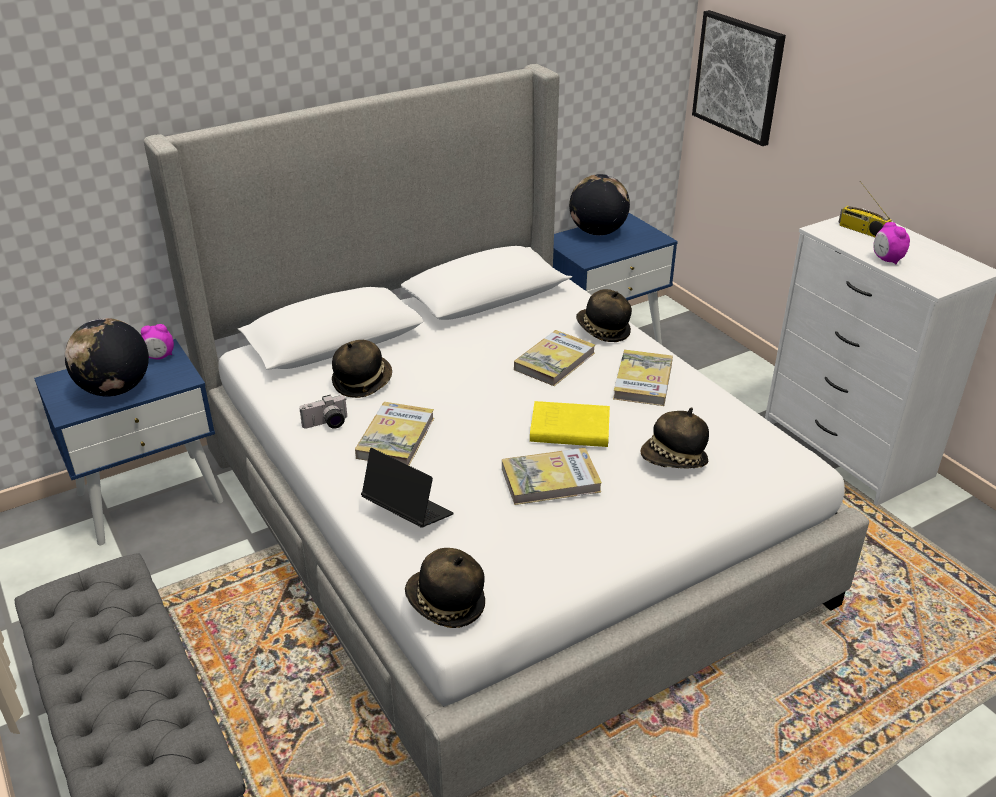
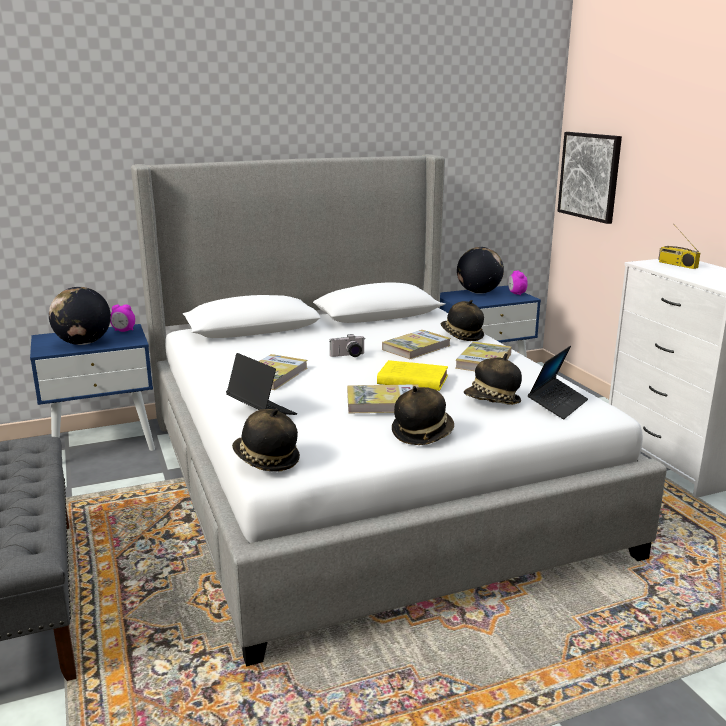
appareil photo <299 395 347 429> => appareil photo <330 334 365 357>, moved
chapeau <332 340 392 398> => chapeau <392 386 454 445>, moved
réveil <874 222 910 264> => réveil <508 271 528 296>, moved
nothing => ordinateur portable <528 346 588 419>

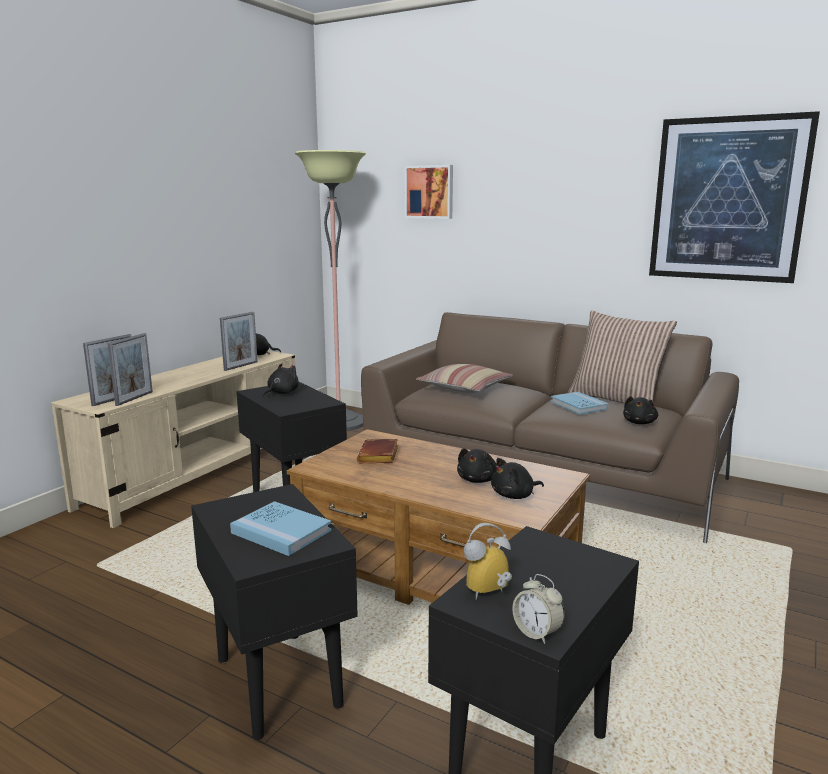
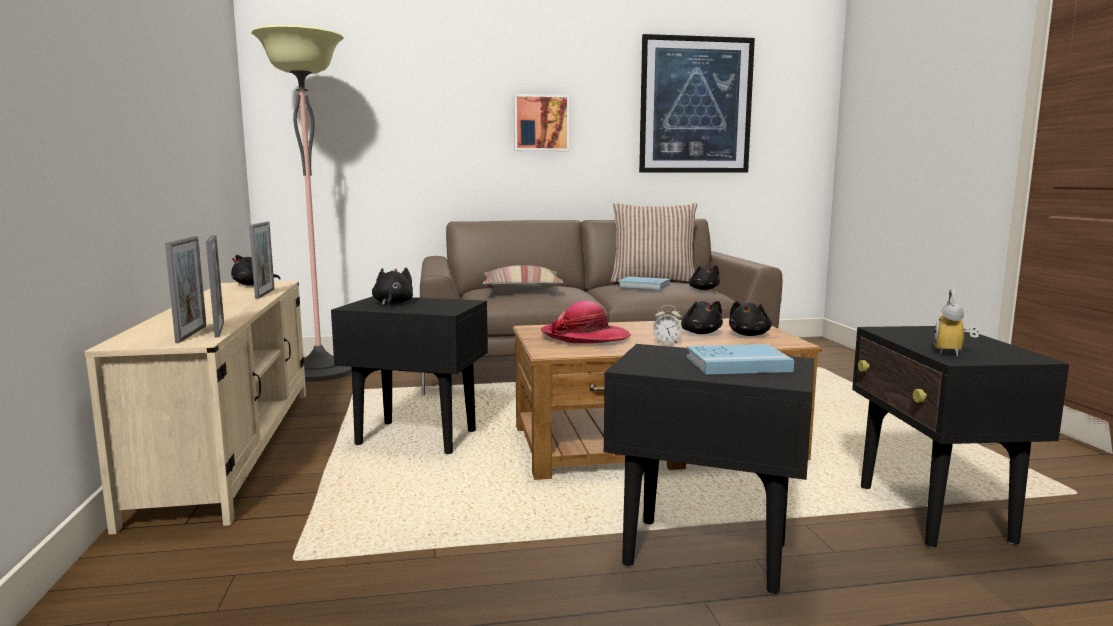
livre [marron] <357 439 398 463> => chapeau <541 301 631 344>
tableau <405 165 453 219> => tableau <514 94 569 151>, moved
réveil <512 574 564 644> => réveil <653 305 682 344>, moved

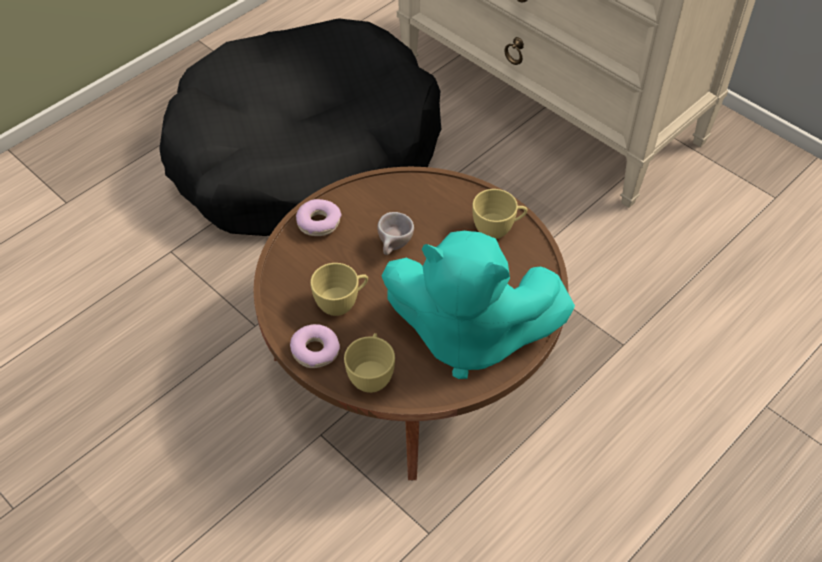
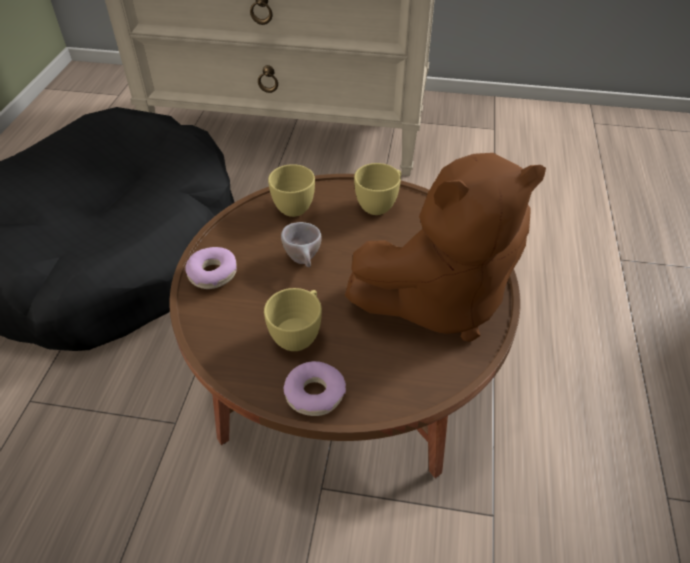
tasse [jaune] <344 333 395 393> => tasse [jaune] <268 164 315 217>, moved
peluche [turquoise] <382 231 575 379> => peluche [marron] <345 153 546 342>

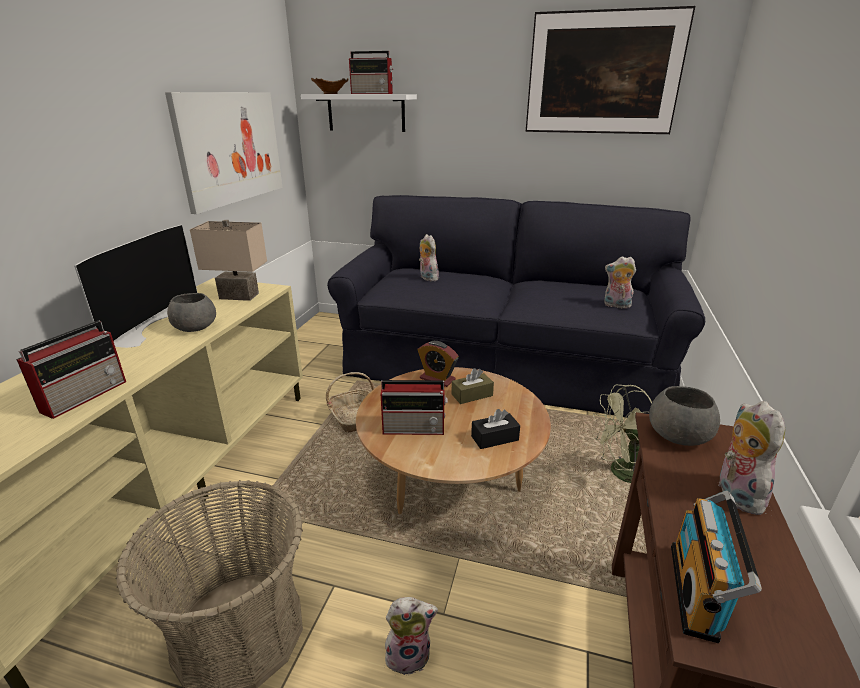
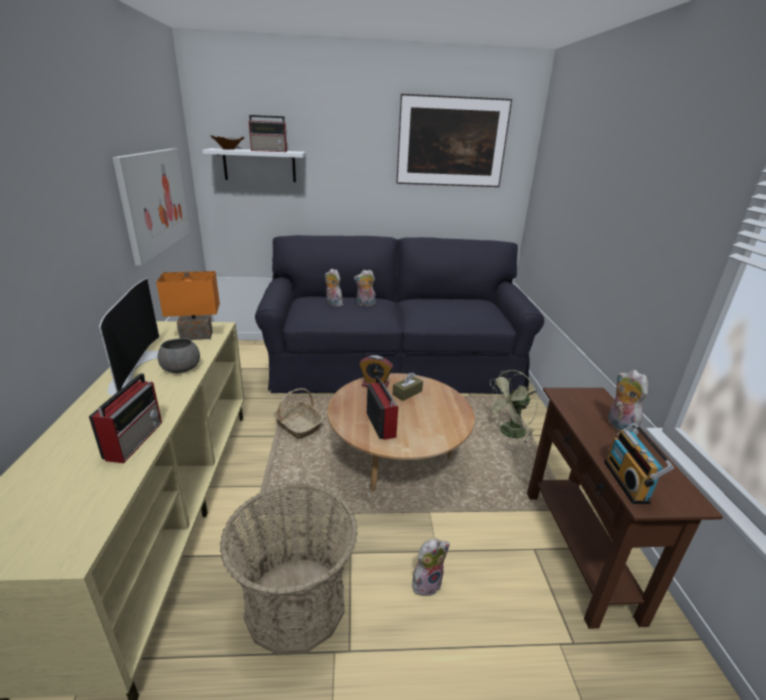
lampe de table [beige] <190 220 267 301> => lampe de table [orange] <156 271 220 340>
radio <381 380 448 435> => radio <367 377 398 440>, 90 degrees counterclockwise
boîte à mouchoirs [noir] <471 409 520 449> => nothing
peluche <604 256 636 309> => peluche <354 270 375 306>, moved
bol [gris] <649 386 720 446> => nothing

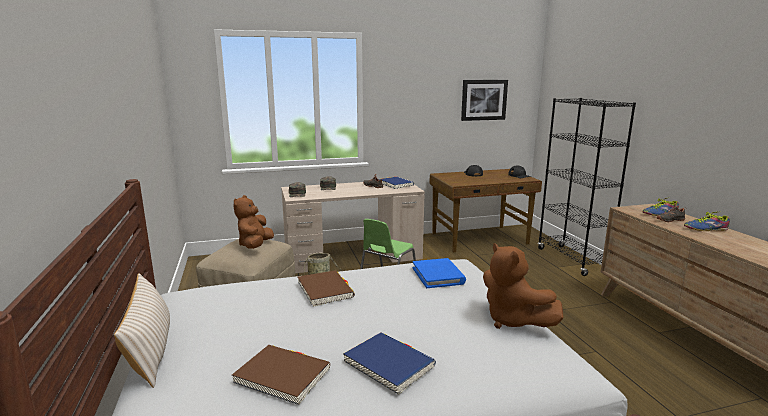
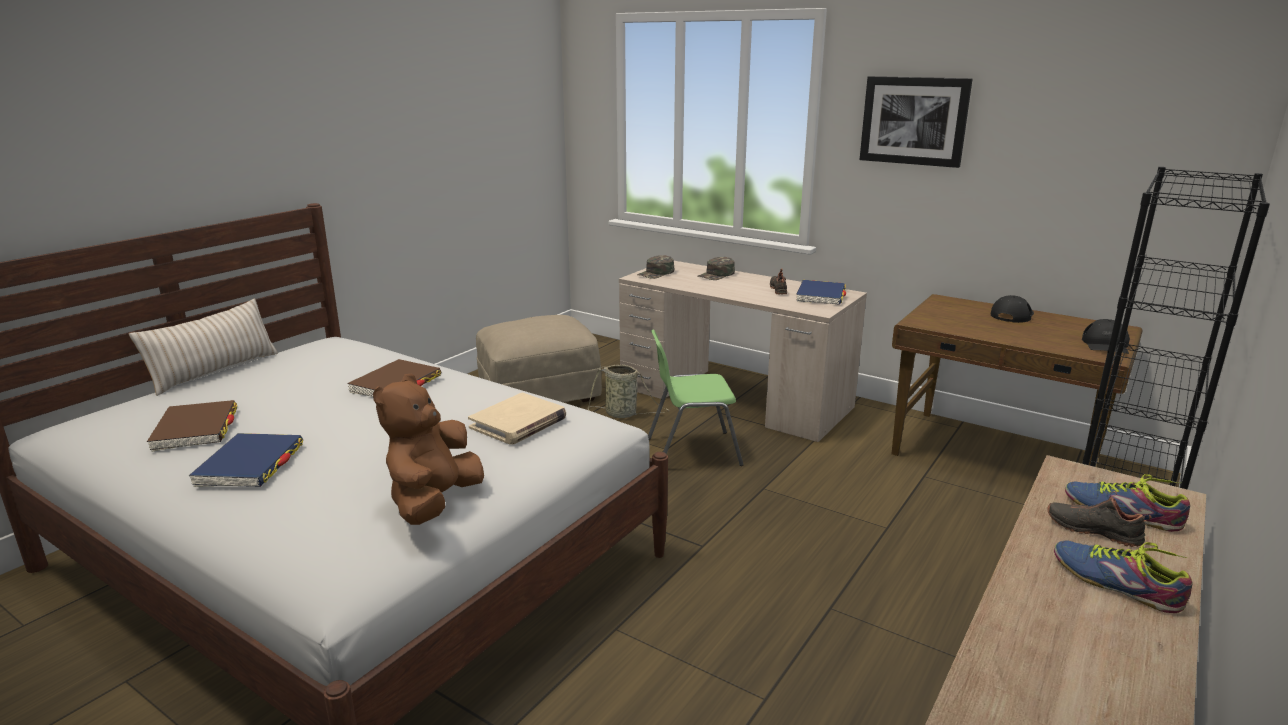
peluche [marron] <233 195 274 249> => nothing
livre [bleu] <413 258 466 288> => livre [beige] <468 392 566 445>
tableau <461 80 508 121> => tableau <860 76 973 168>, moved

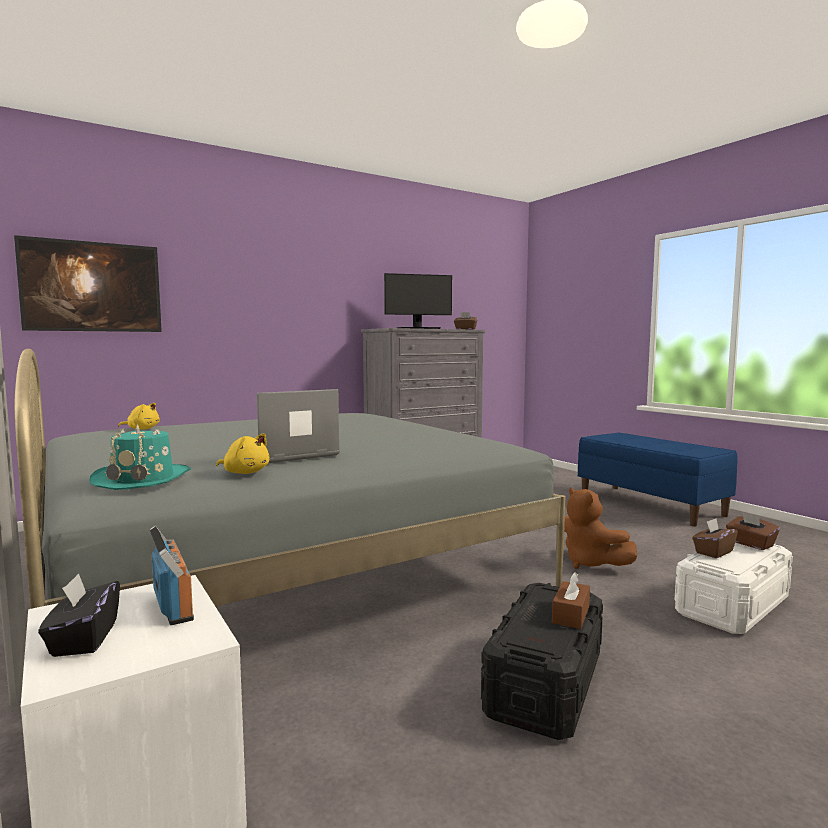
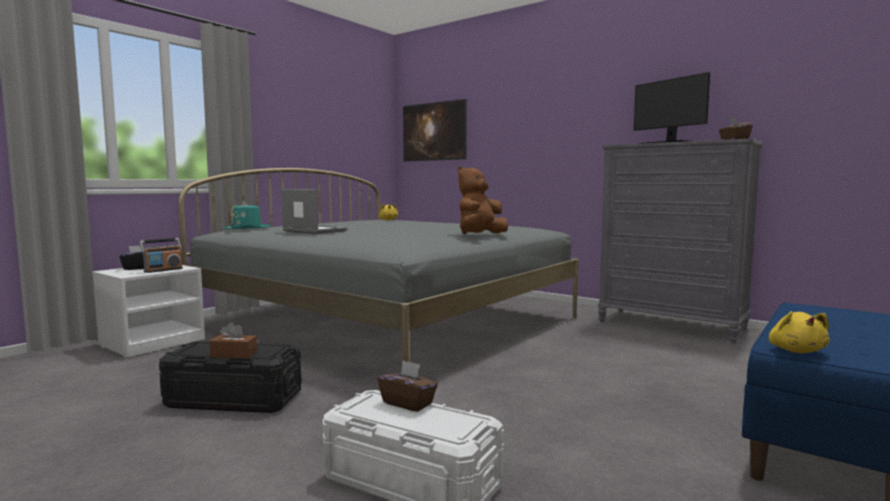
peluche [jaune] <216 433 270 474> => peluche [jaune] <769 311 830 353>, moved
peluche [marron] <564 487 637 569> => peluche [marron] <458 167 508 234>, moved
boîte à mouchoirs [marron] <726 512 780 550> => nothing

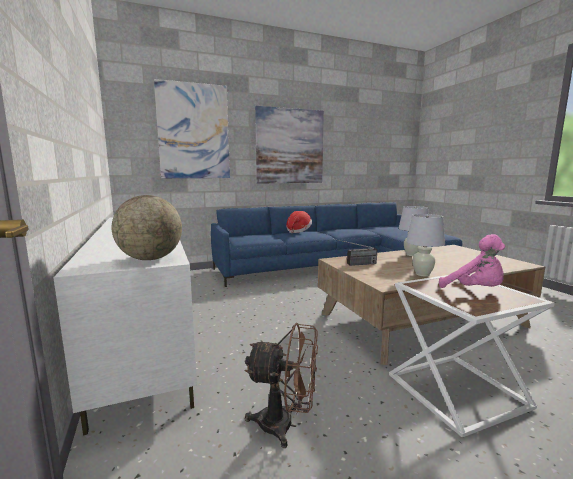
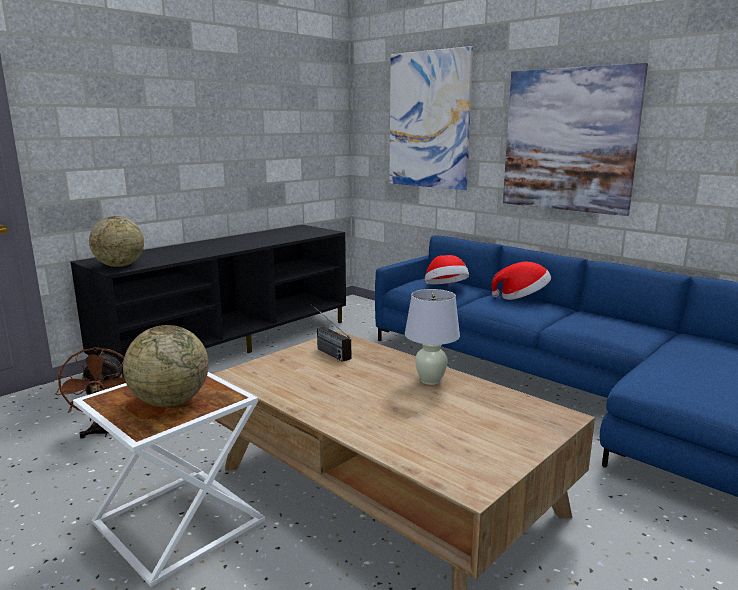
meuble télé [blanc] <53 217 197 435> => meuble télé [noir] <70 225 346 378>
lampe de table [blanc] <406 214 445 276> => nothing
peluche [rose] <439 234 505 288> => globe <123 325 209 407>
nothing => chapeau <425 255 469 284>

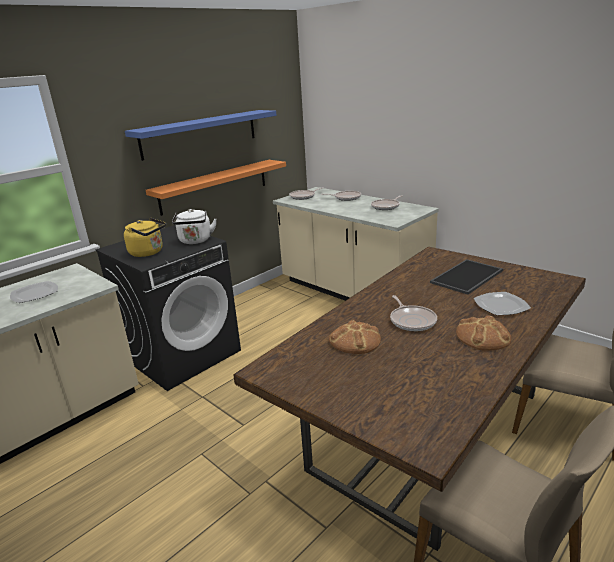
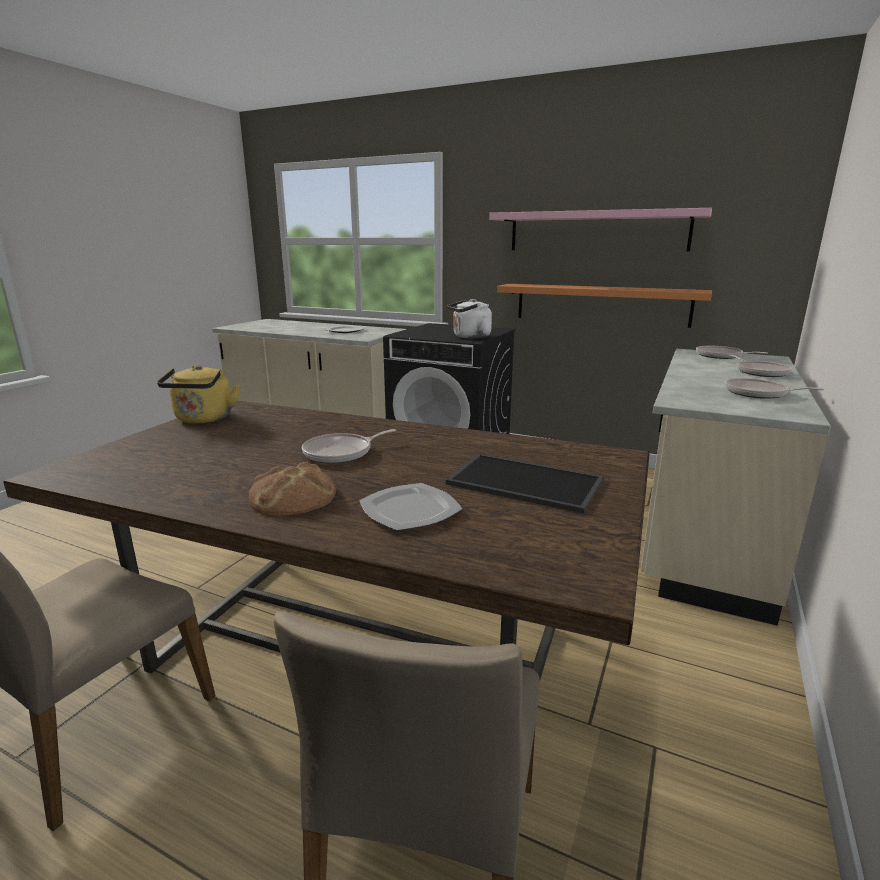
bouilloire [jaune] <124 218 166 257> => bouilloire [jaune] <157 365 240 423>, moved
étagère [bleu] <125 110 276 161> => étagère [rose] <489 208 712 251>
pain <329 320 381 354> => nothing

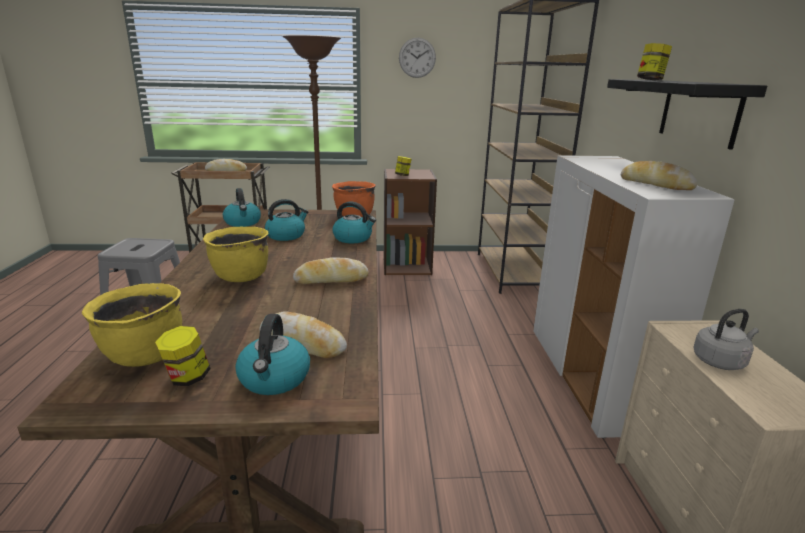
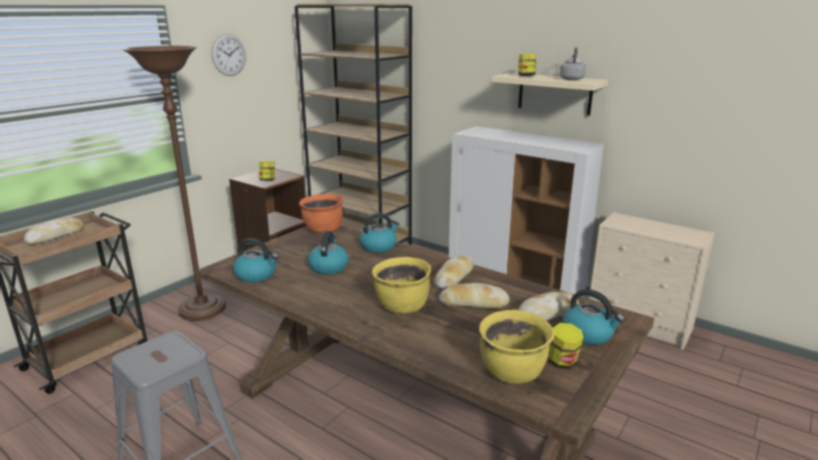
étagère [noir] <607 79 767 150> => étagère [beige] <492 73 608 116>
pain <620 161 697 190> => pain <439 283 510 309>, moved
bouilloire [gris] <693 309 759 370> => bouilloire [gris] <559 47 586 80>, moved

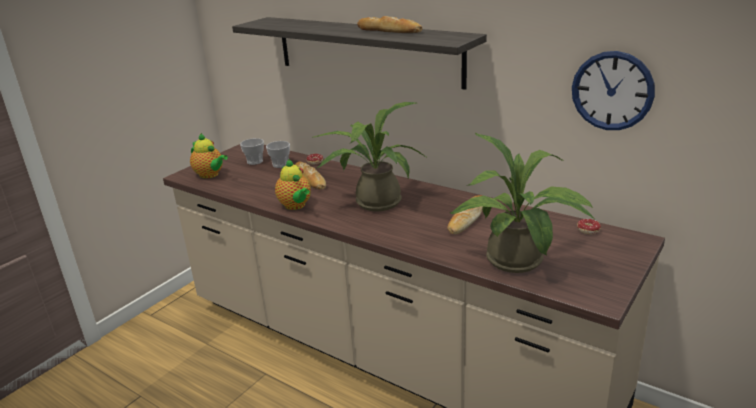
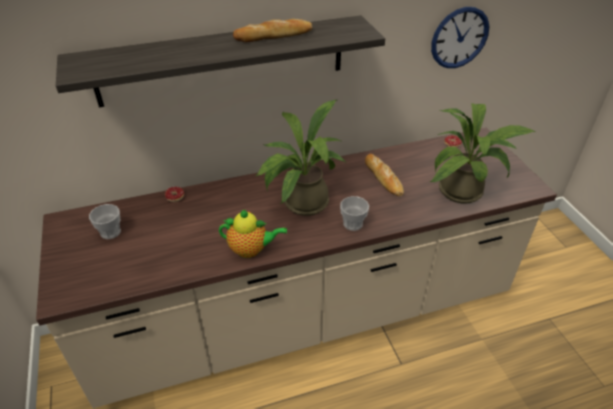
théière <190 133 228 178> => nothing
tasse <266 141 290 168> => tasse <340 196 369 231>, moved
pain <295 161 326 189> => nothing

